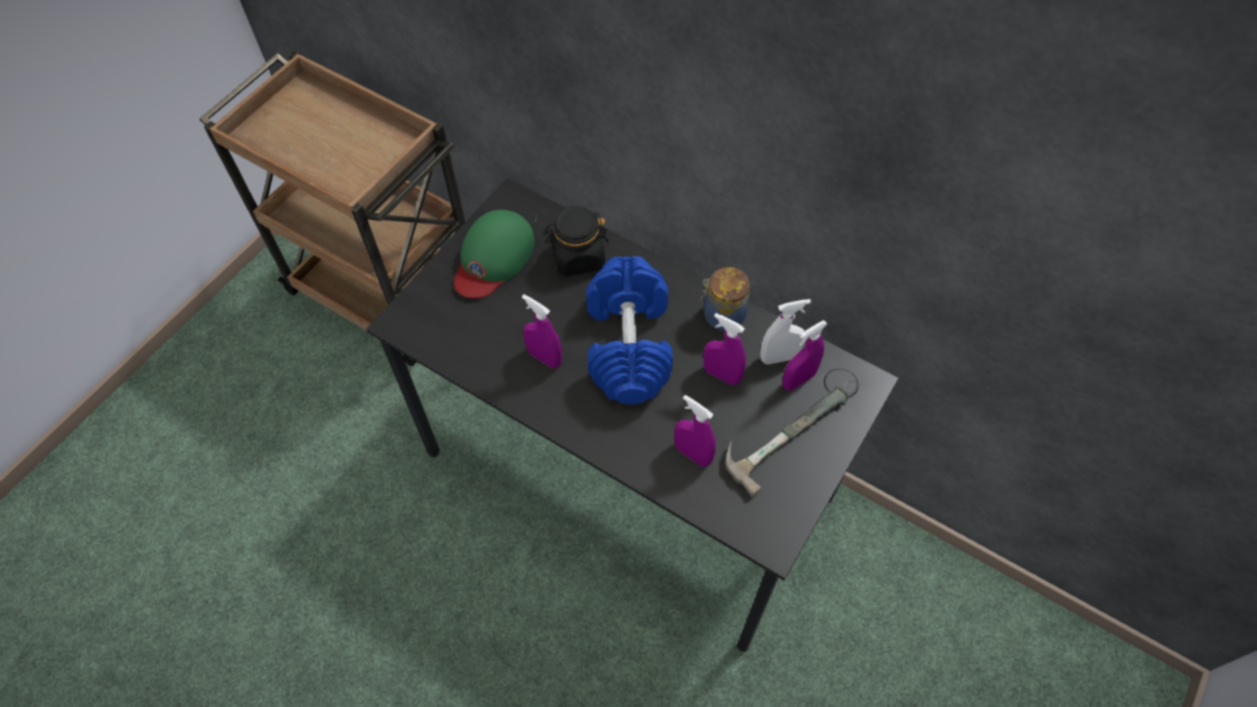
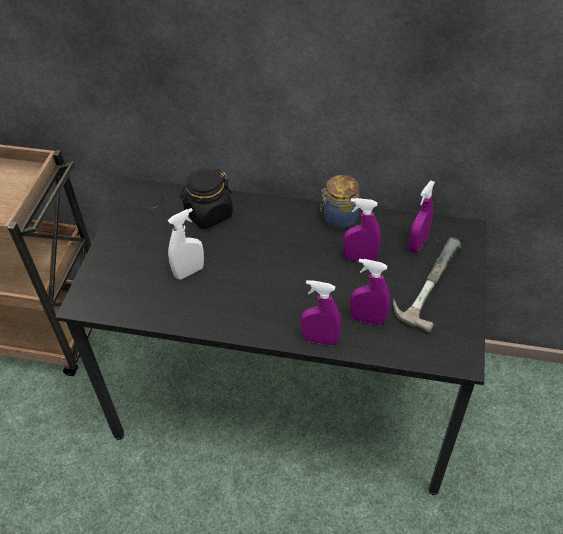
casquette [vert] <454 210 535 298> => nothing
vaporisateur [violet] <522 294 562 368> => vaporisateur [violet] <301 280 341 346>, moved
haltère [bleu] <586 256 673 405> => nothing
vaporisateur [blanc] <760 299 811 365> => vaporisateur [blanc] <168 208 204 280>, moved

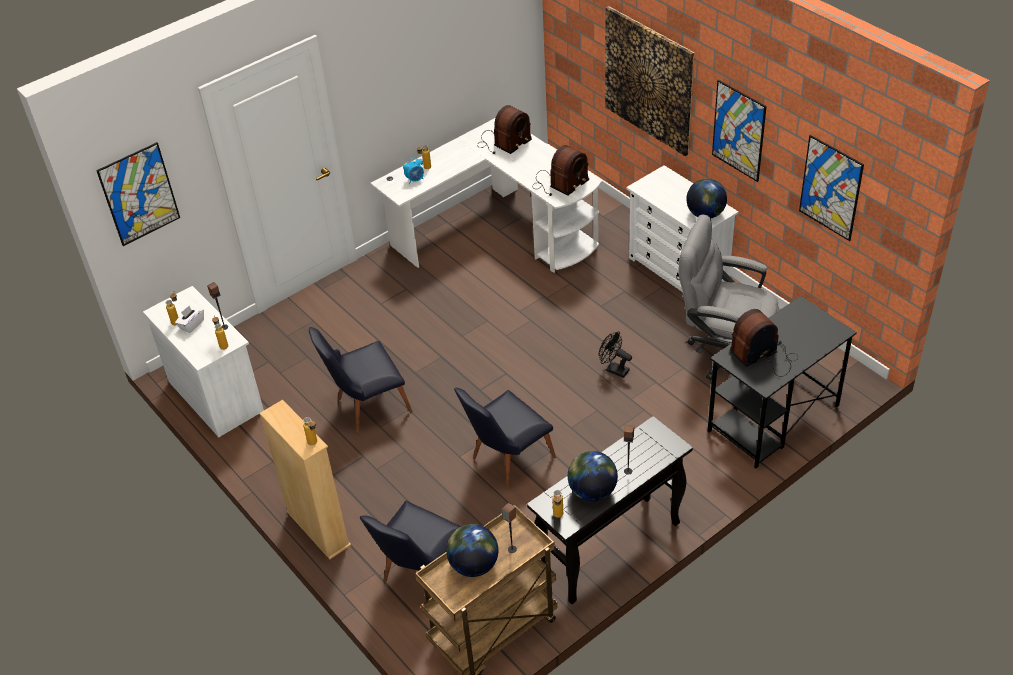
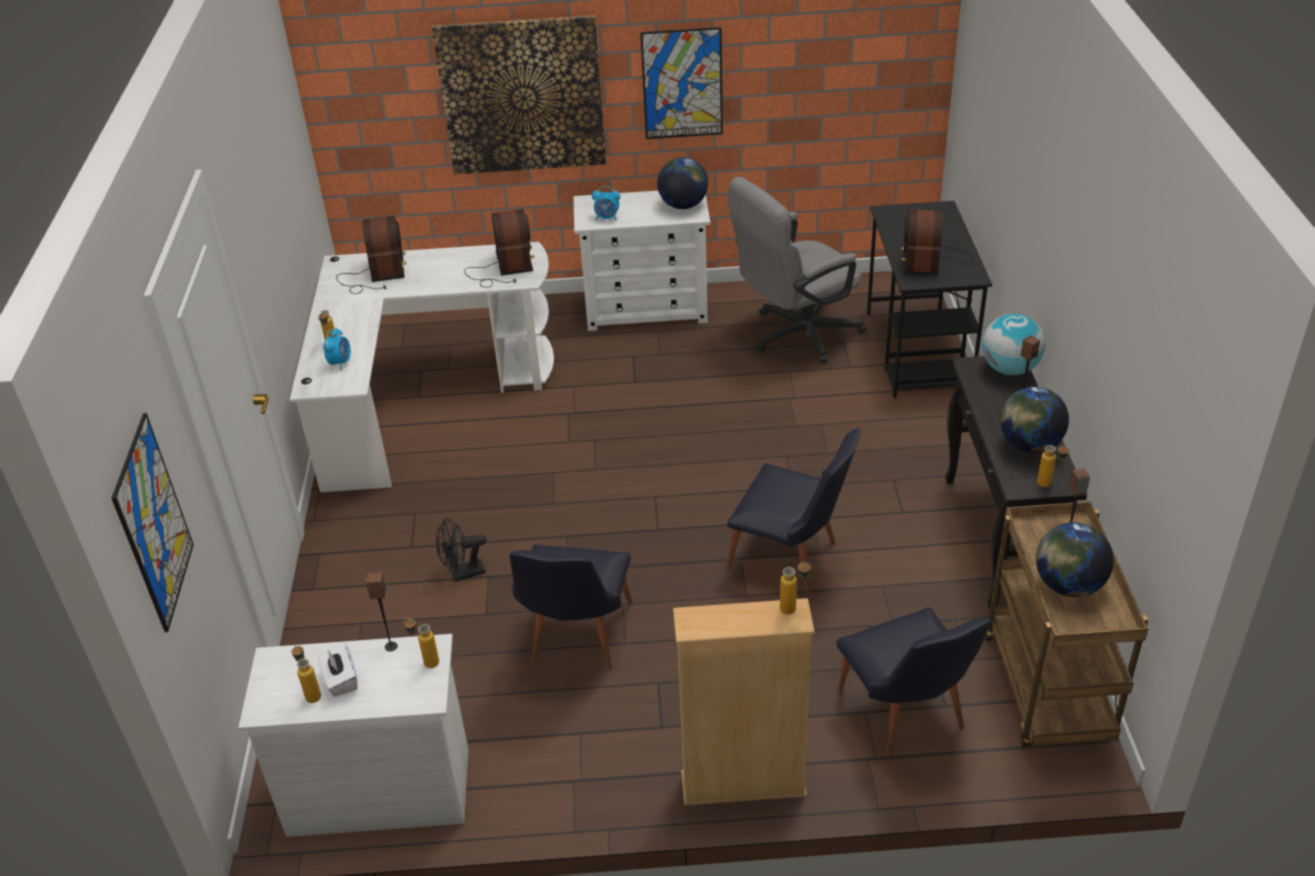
chaise [noir] <454 388 556 489> => chaise [noir] <726 429 860 592>, 60 degrees counterclockwise
ventilateur [noir] <599 331 632 378> => ventilateur [noir] <436 518 486 582>, moved
tableau <799 135 864 241> => nothing
nothing => réveil <592 186 620 221>
nothing => globe <982 314 1045 375>

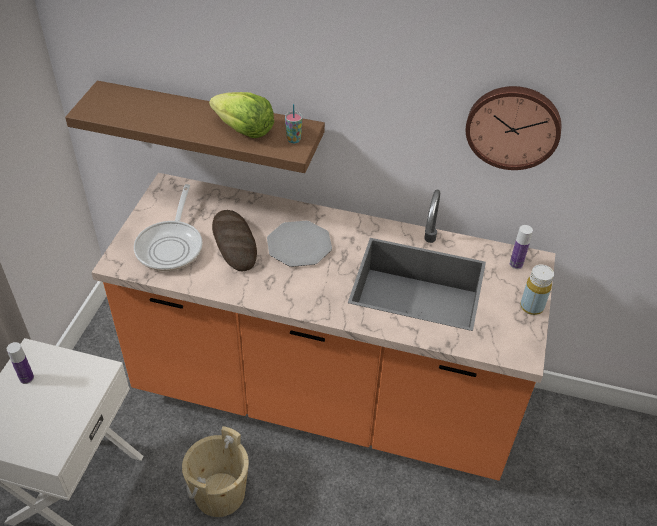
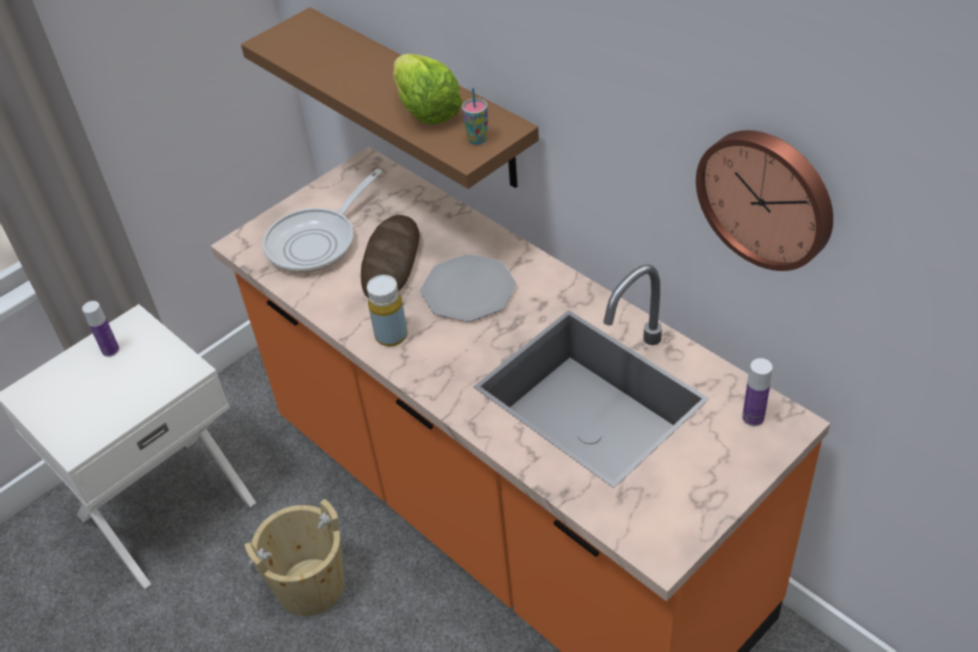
bouteille [jaune] <520 264 554 315> => bouteille [jaune] <367 275 408 346>, moved

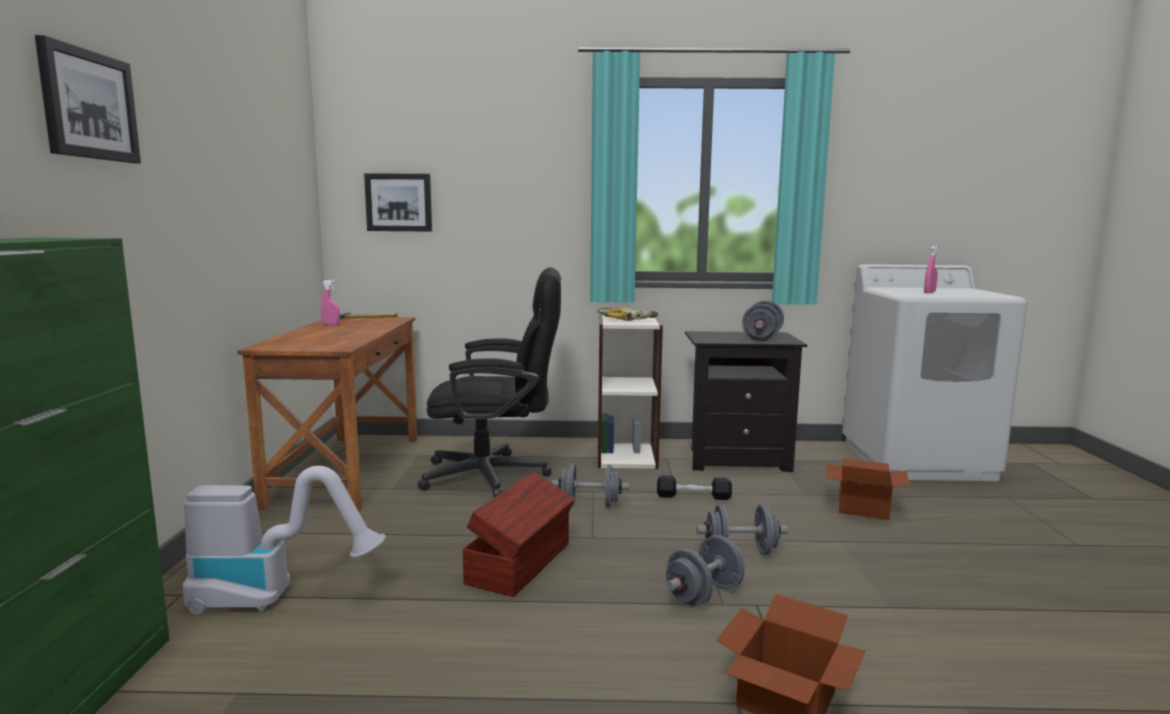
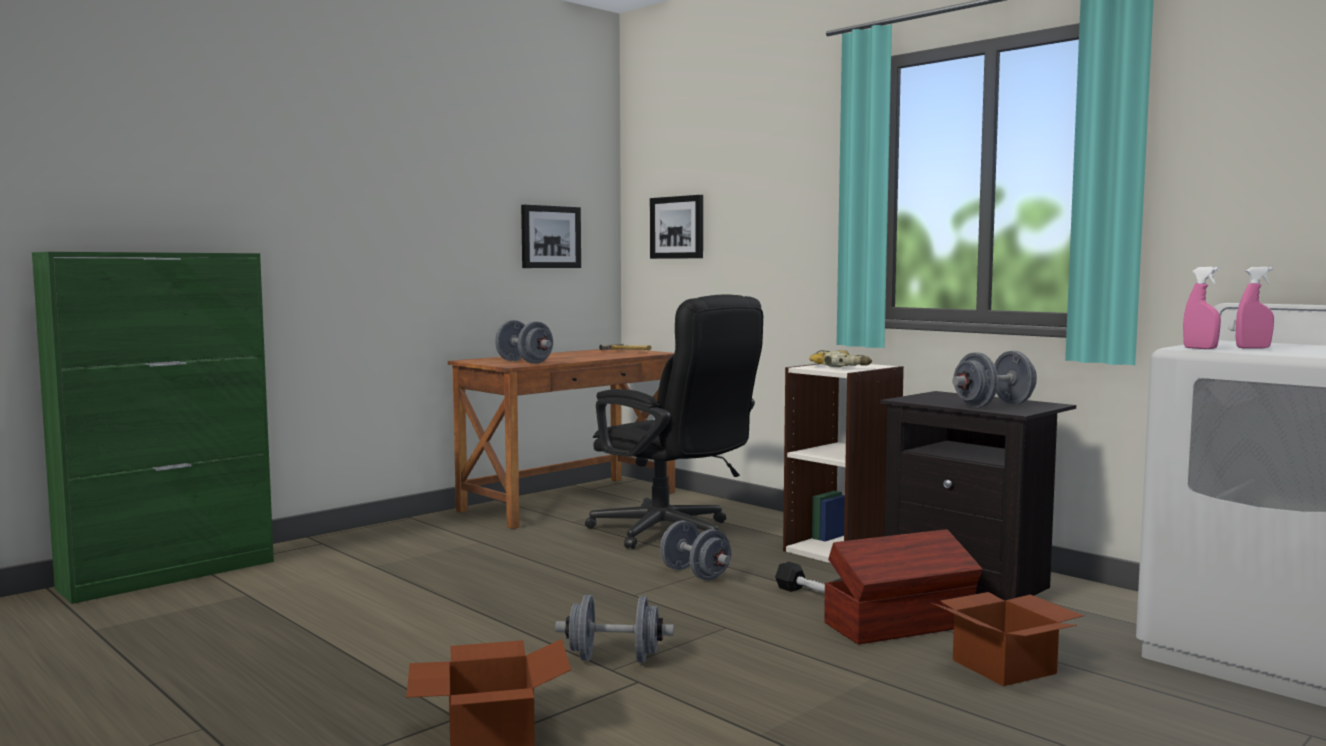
tableau <35 35 141 163> => tableau <521 205 581 268>, moved
aspirateur <182 466 386 614> => nothing
vaporisateur [rose] <321 280 340 325> => vaporisateur [rose] <1183 267 1221 349>, moved
boîte de rangement [marron] <463 471 575 597> => boîte de rangement [marron] <824 529 983 644>, moved
haltère [gris] <697 505 788 555> => haltère [gris] <495 320 553 364>, moved

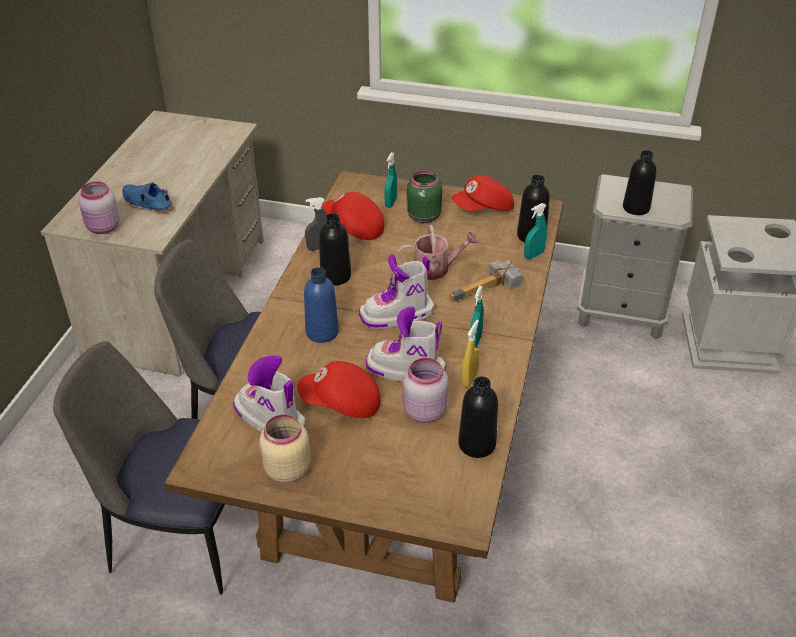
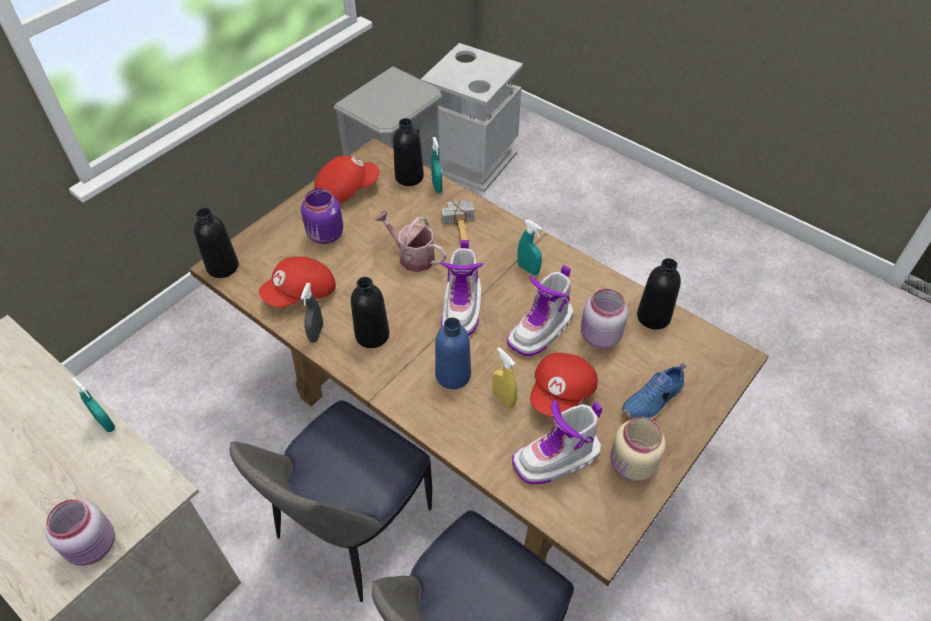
chaussure [bleu] <122 182 174 214> => chaussure [bleu] <622 363 686 420>, moved
vaporisateur [turquoise] <385 152 397 208> => vaporisateur [turquoise] <71 377 115 432>, moved
arrosoir <397 225 479 280> => arrosoir <374 210 447 272>, 75 degrees counterclockwise
bocal [vert] <407 170 442 223> => bocal [violet] <301 188 343 244>
casquette [rouge] <452 175 514 211> => casquette [rouge] <314 155 379 204>, 120 degrees counterclockwise
vaporisateur [jaune] <461 320 480 388> => vaporisateur [jaune] <492 347 517 408>, moved
bouteille [noir] <623 150 656 215> => bouteille [noir] <194 208 238 278>, moved

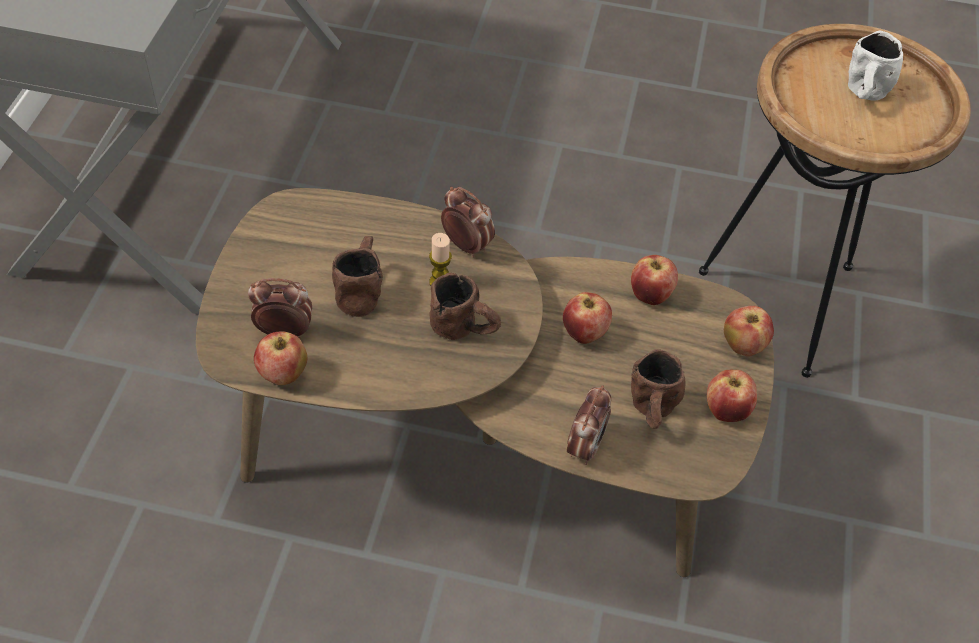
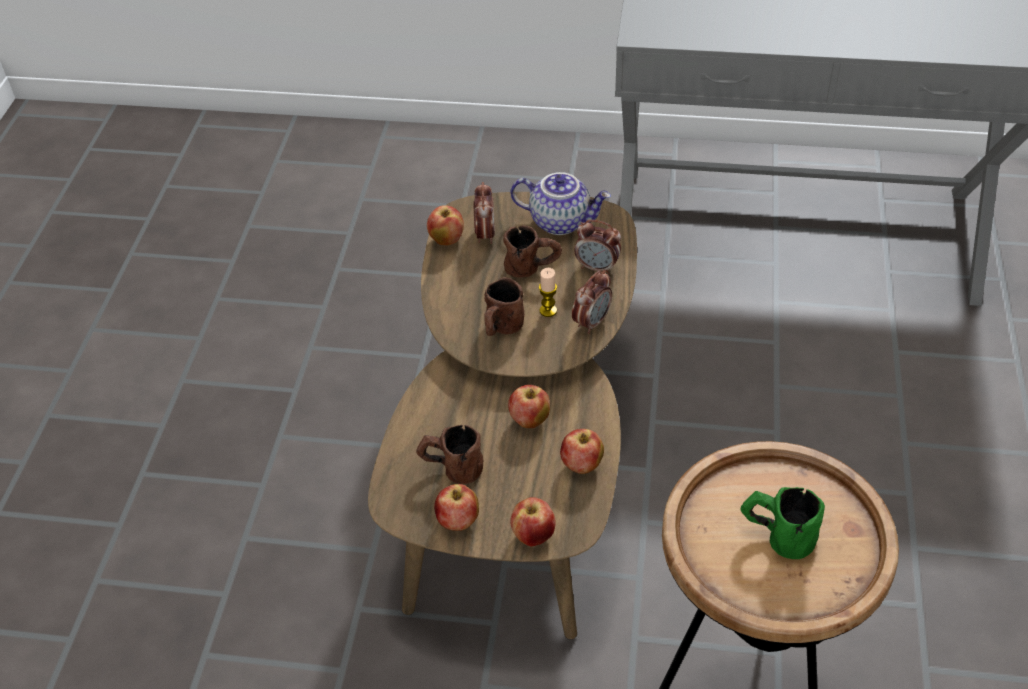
réveil <567 385 611 465> => réveil <574 220 621 275>, moved
mug [blanc] <848 30 903 100> => mug [vert] <741 487 825 559>
nothing => théière <511 172 611 235>

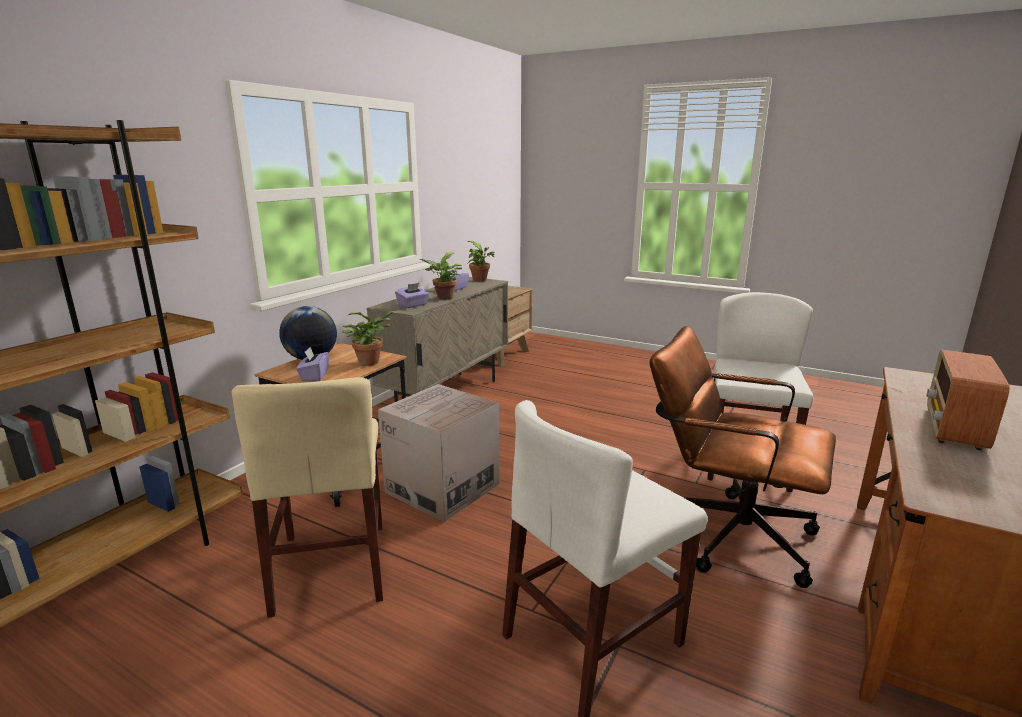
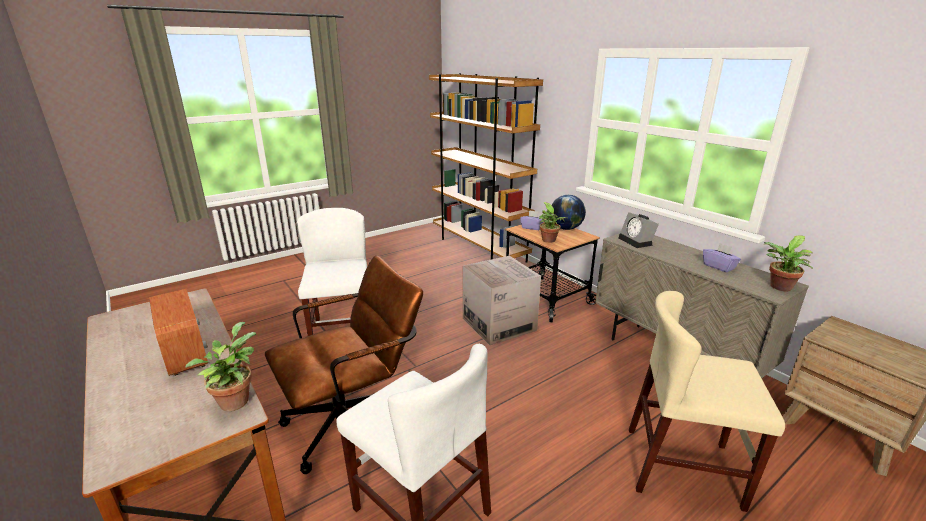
chaise [beige] <232 377 383 618> => chaise [beige] <629 291 785 512>, moved
boîte à mouchoirs [violet] <395 283 429 308> => réveil <618 212 659 248>
plante en pot <420 253 462 300> => plante en pot <185 322 256 411>, moved

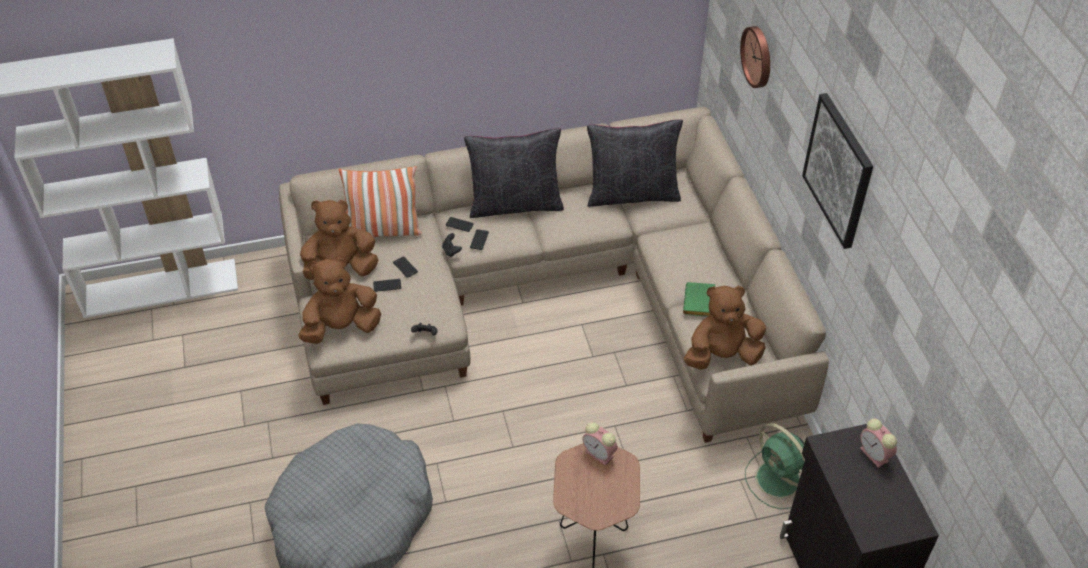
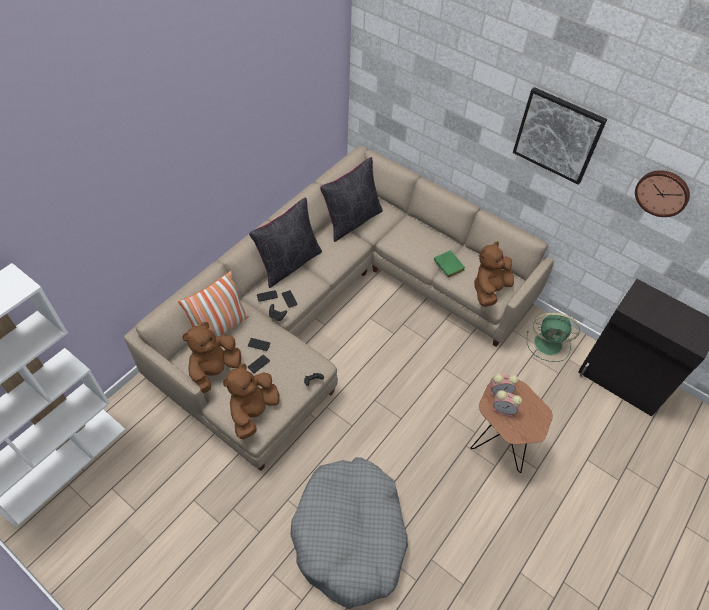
horloge murale <740 26 770 88> => horloge murale <635 170 690 217>, moved
réveil <860 418 897 468> => réveil <493 390 522 417>, moved

